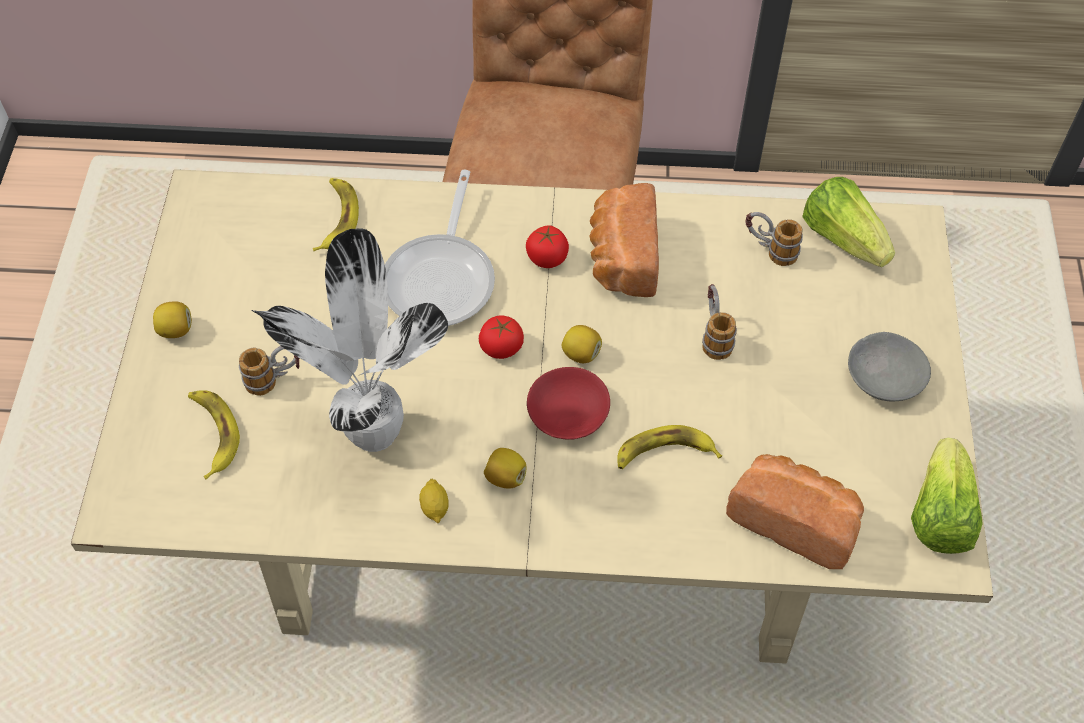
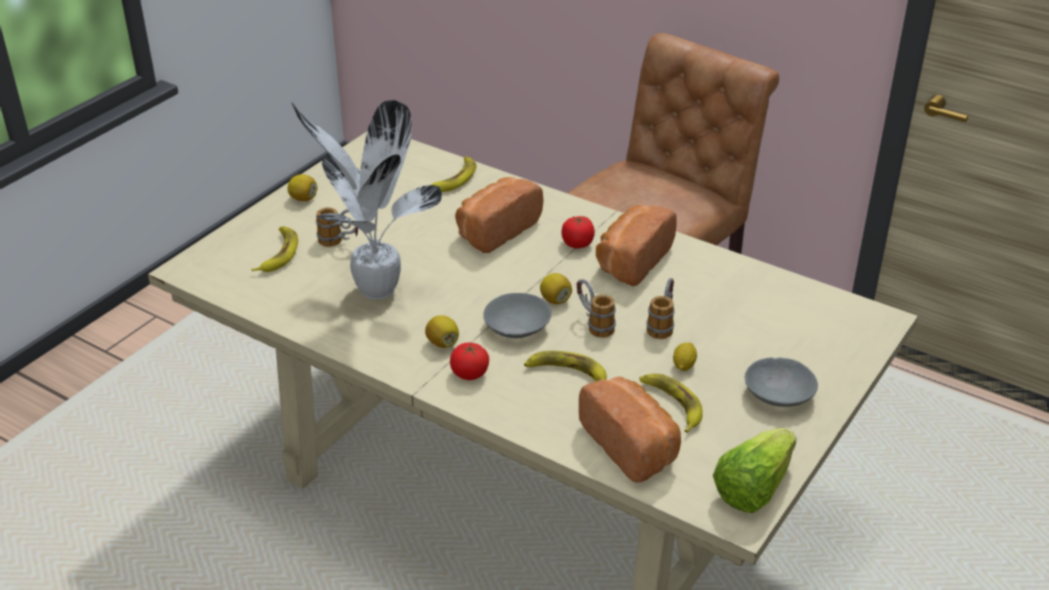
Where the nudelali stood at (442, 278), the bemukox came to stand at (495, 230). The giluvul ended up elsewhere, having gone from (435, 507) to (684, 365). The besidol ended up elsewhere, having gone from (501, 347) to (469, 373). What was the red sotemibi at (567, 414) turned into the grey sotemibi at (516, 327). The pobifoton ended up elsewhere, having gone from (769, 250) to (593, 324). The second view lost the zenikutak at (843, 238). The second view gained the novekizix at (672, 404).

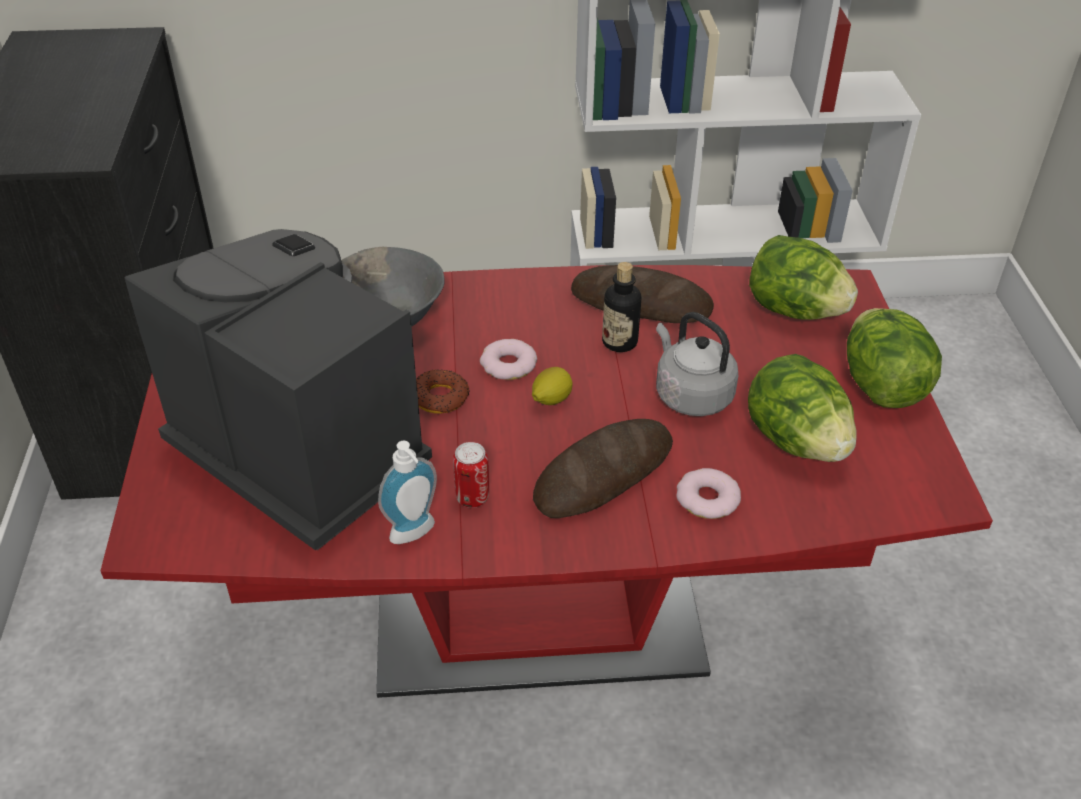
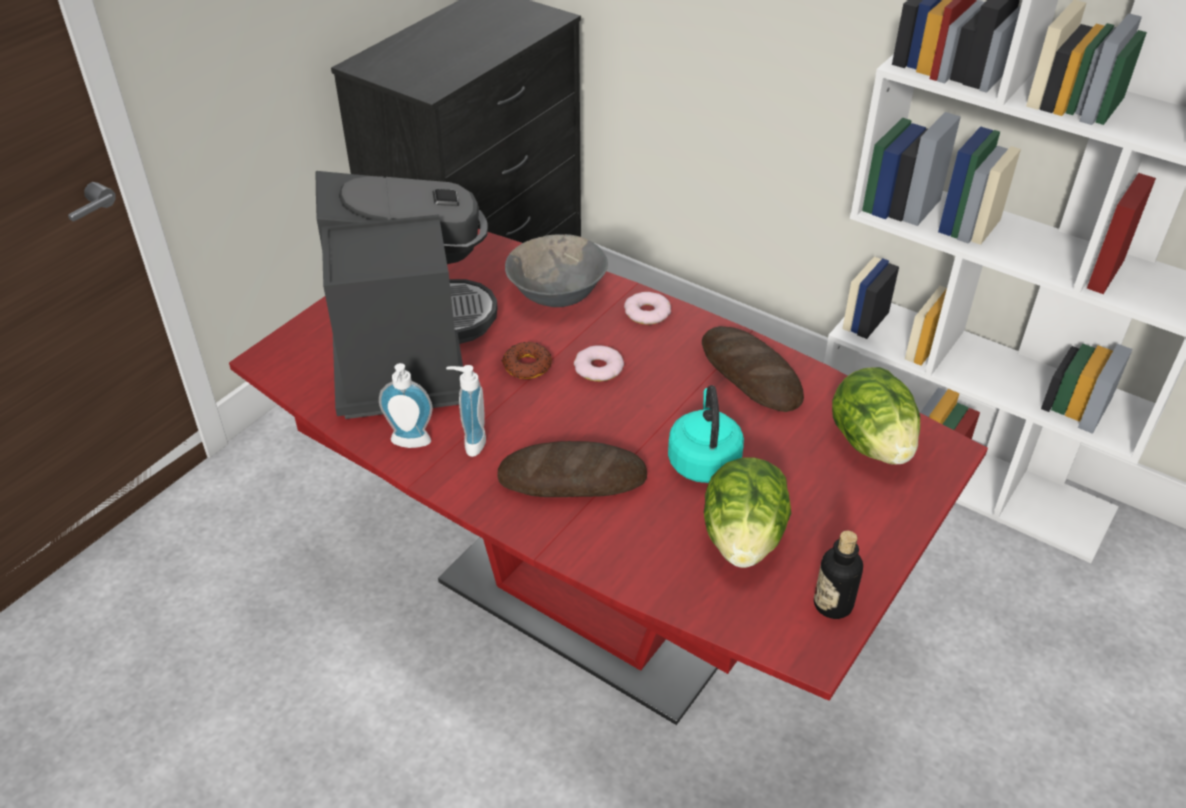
Where the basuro stood at (472, 498), the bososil came to stand at (470, 442). The second view lost the giluvul at (551, 400). The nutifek ended up elsewhere, having gone from (619, 342) to (833, 604). What was the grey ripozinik at (690, 395) turned into the turquoise ripozinik at (703, 460). The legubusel ended up elsewhere, having gone from (707, 499) to (647, 312). The second view lost the zenikutak at (881, 386).

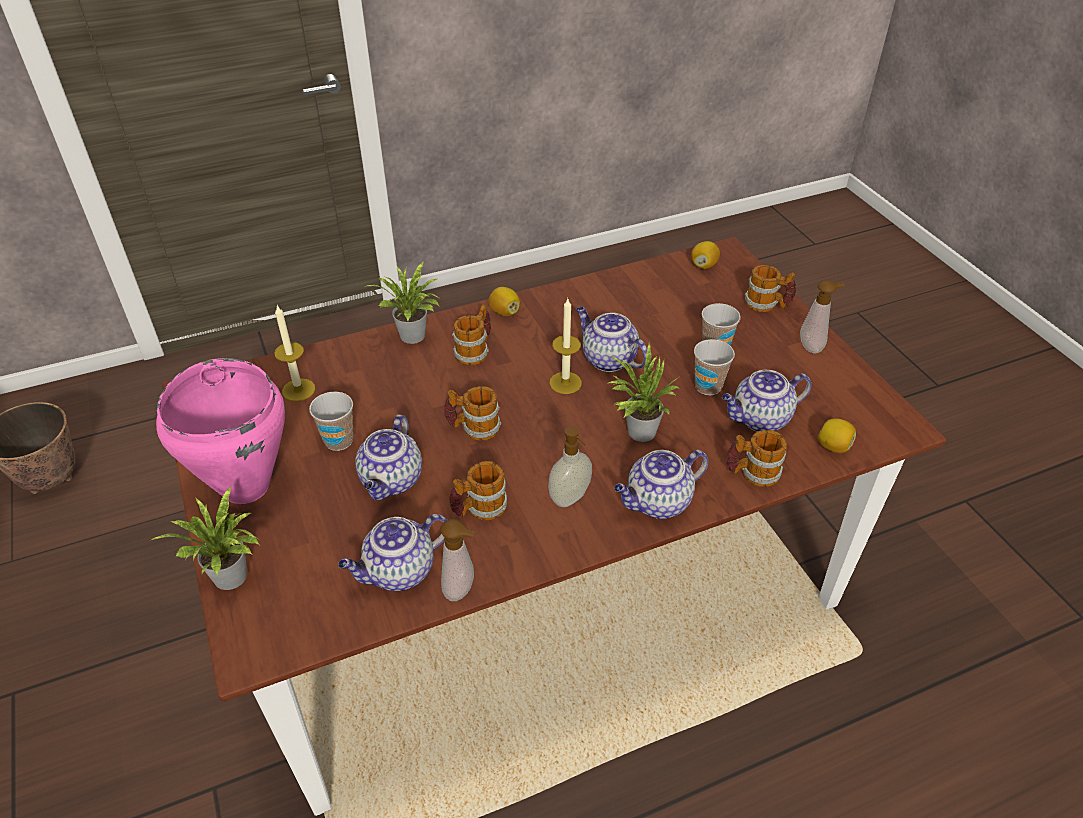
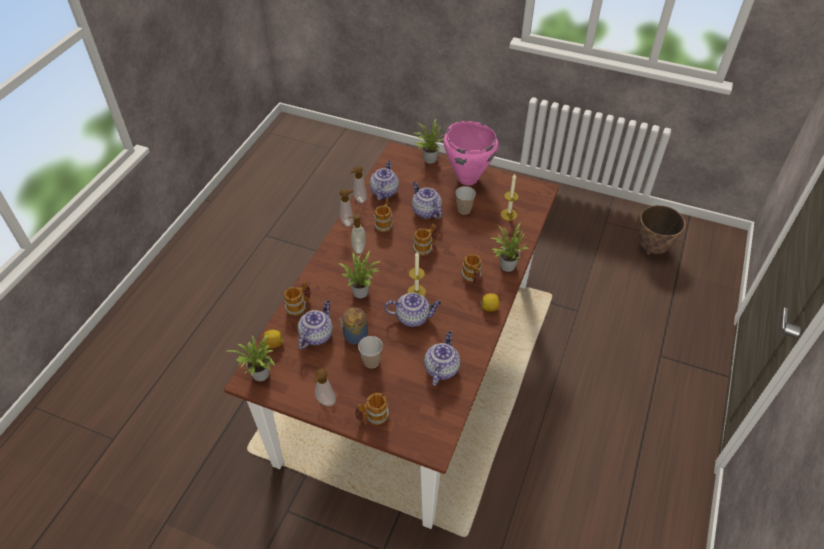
The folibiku ended up elsewhere, having gone from (657, 503) to (441, 368). The second view lost the giluvul at (703, 265). Where the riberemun stood at (708, 386), the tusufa came to stand at (354, 336). The second view gained the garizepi at (261, 376). The second view gained the bososil at (348, 222).

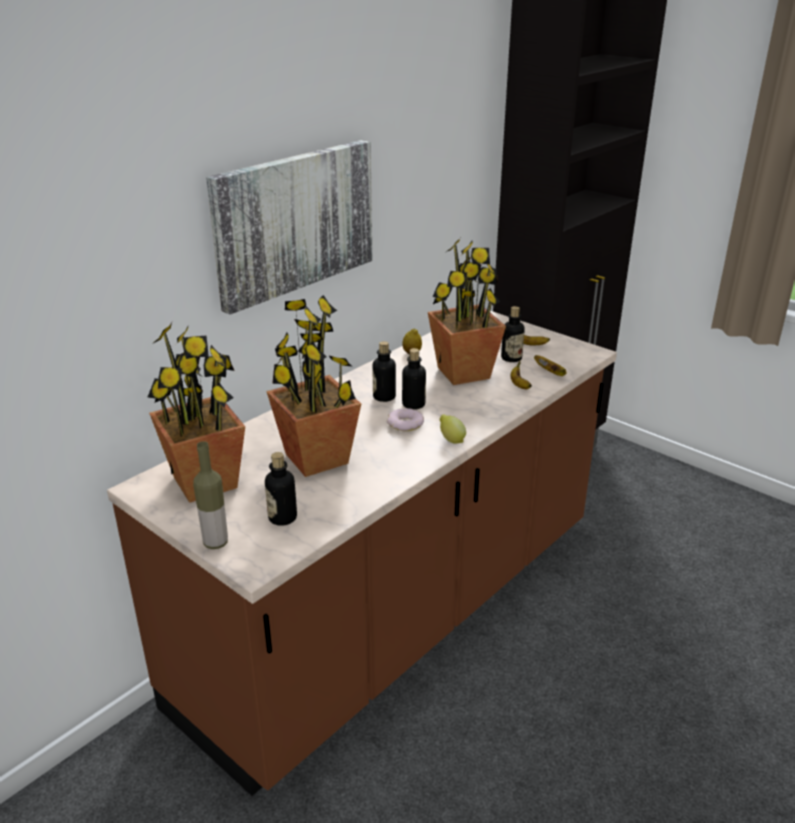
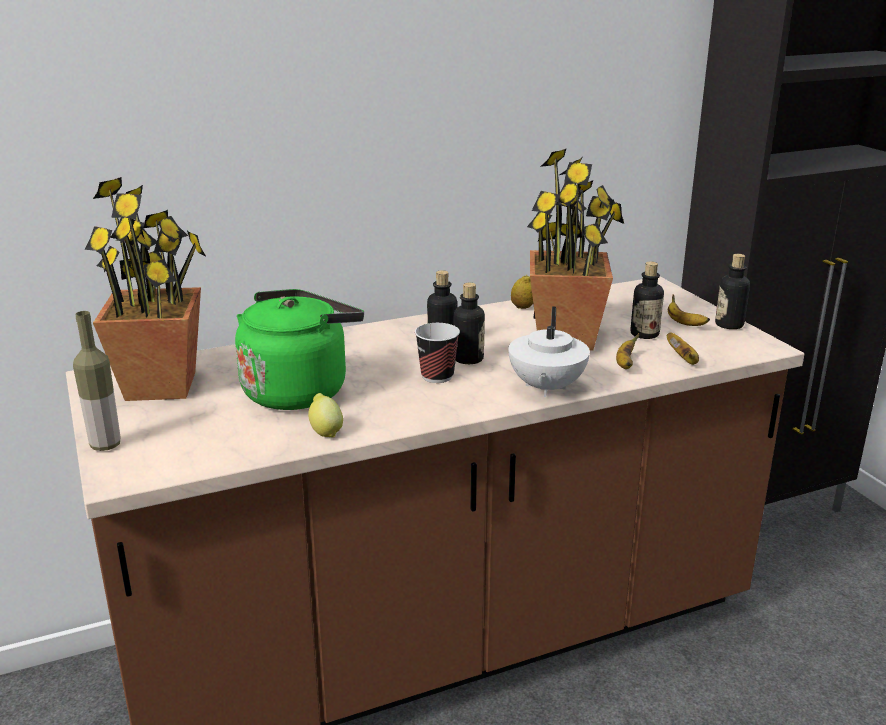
The second view lost the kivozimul at (294, 222). The nutifek ended up elsewhere, having gone from (282, 517) to (729, 324). Where the garizepi stood at (317, 459), the green ripozinik came to stand at (299, 390). Where the legubusel stood at (405, 424), the riberemun came to stand at (437, 376). The giluvul ended up elsewhere, having gone from (451, 440) to (325, 432). The second view gained the white folibiku at (545, 388).

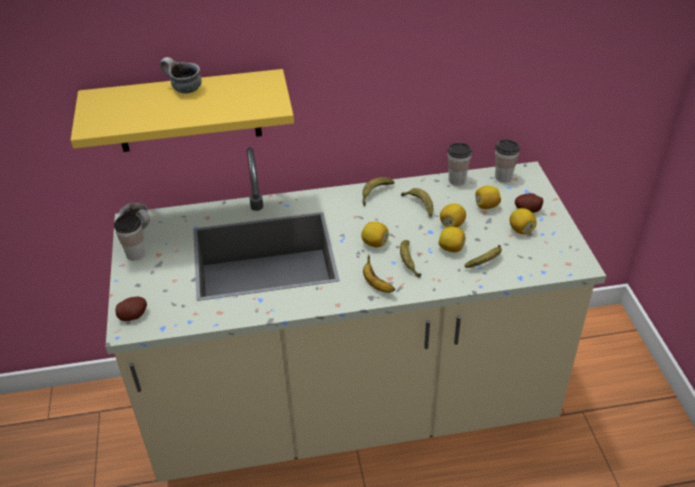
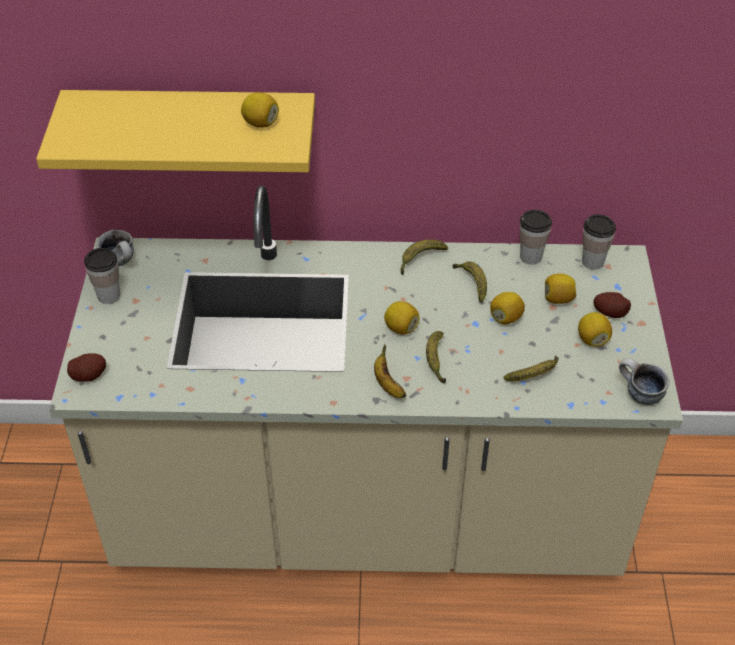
The pobifoton ended up elsewhere, having gone from (183, 89) to (638, 394). The giluvul ended up elsewhere, having gone from (451, 248) to (260, 123).

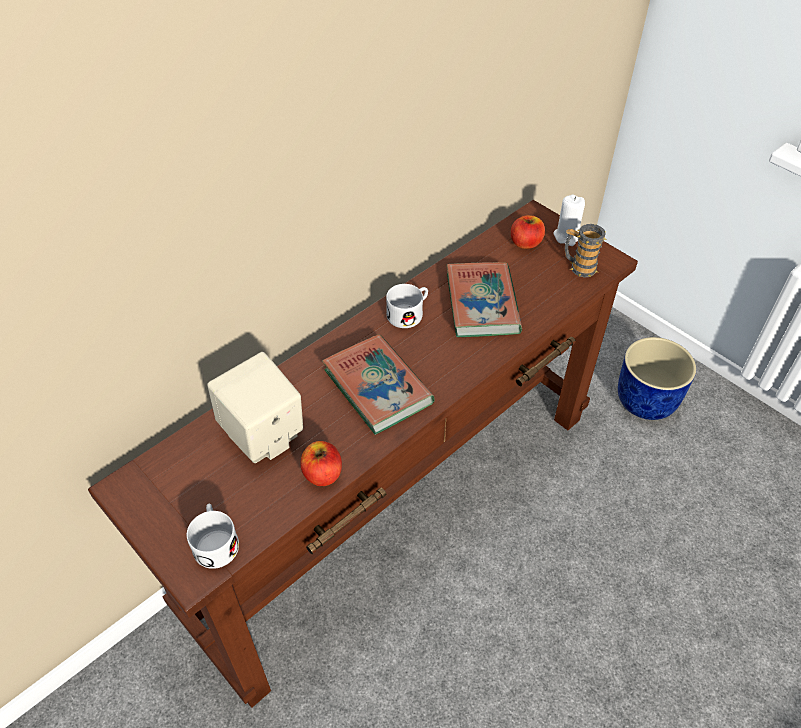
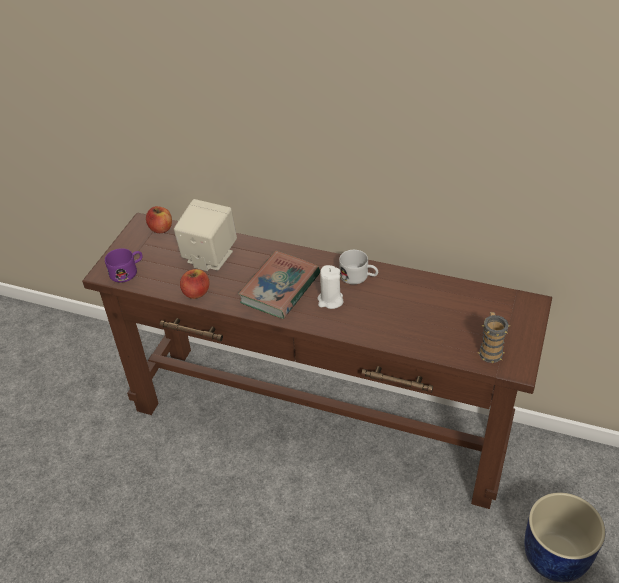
What was the white pobifoton at (215, 541) turned into the purple pobifoton at (128, 271). The second view lost the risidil at (482, 304). The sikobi ended up elsewhere, having gone from (525, 243) to (161, 228). The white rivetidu ended up elsewhere, having gone from (567, 236) to (330, 300).

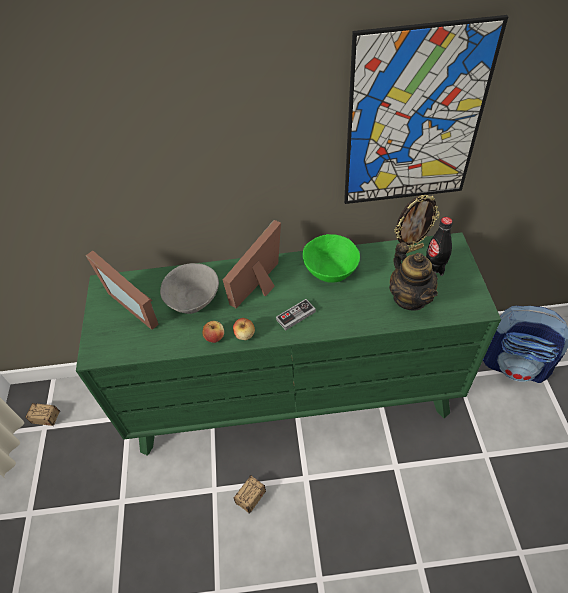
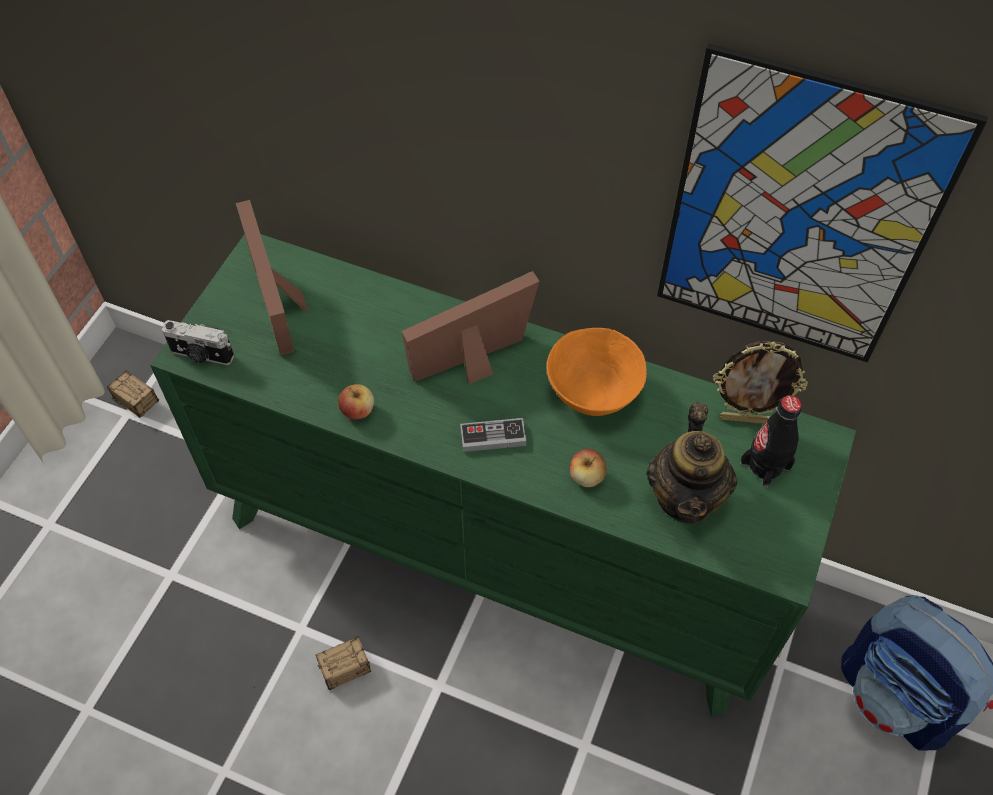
The second view lost the grey sotemibi at (193, 300). The sikobi ended up elsewhere, having gone from (245, 335) to (586, 477). What was the green sotemibi at (331, 271) turned into the orange sotemibi at (594, 392). The second view gained the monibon at (201, 355).

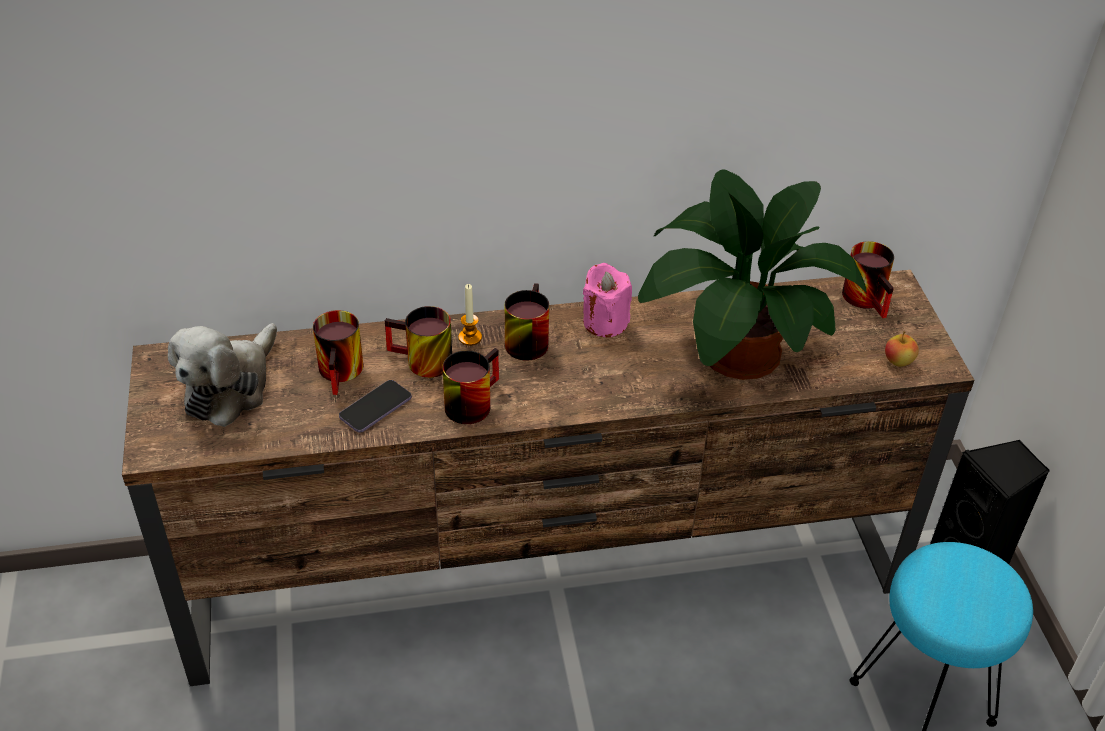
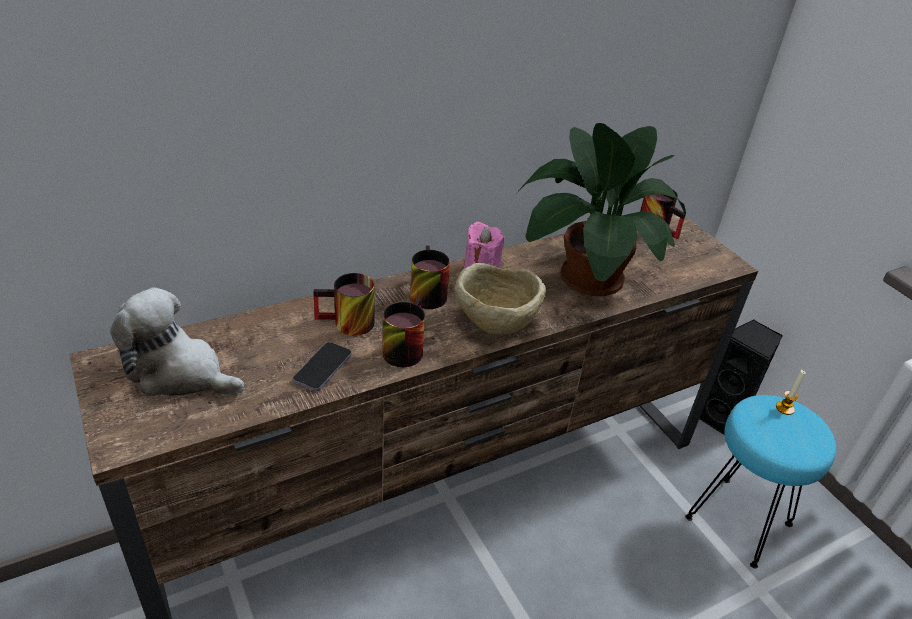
The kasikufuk at (230, 387) ended up facing another way, 105 degrees clockwise from before. The second view lost the pobifoton at (344, 372). The rivetidu ended up elsewhere, having gone from (470, 337) to (784, 408). The second view lost the sikobi at (898, 361). The second view gained the beige sotemibi at (495, 326).

